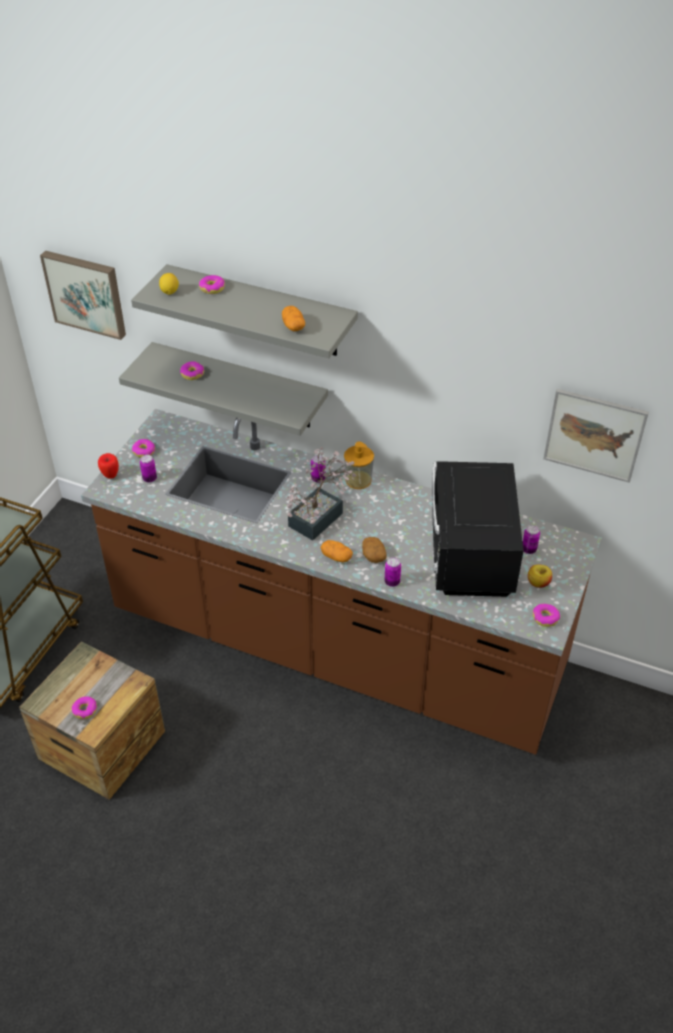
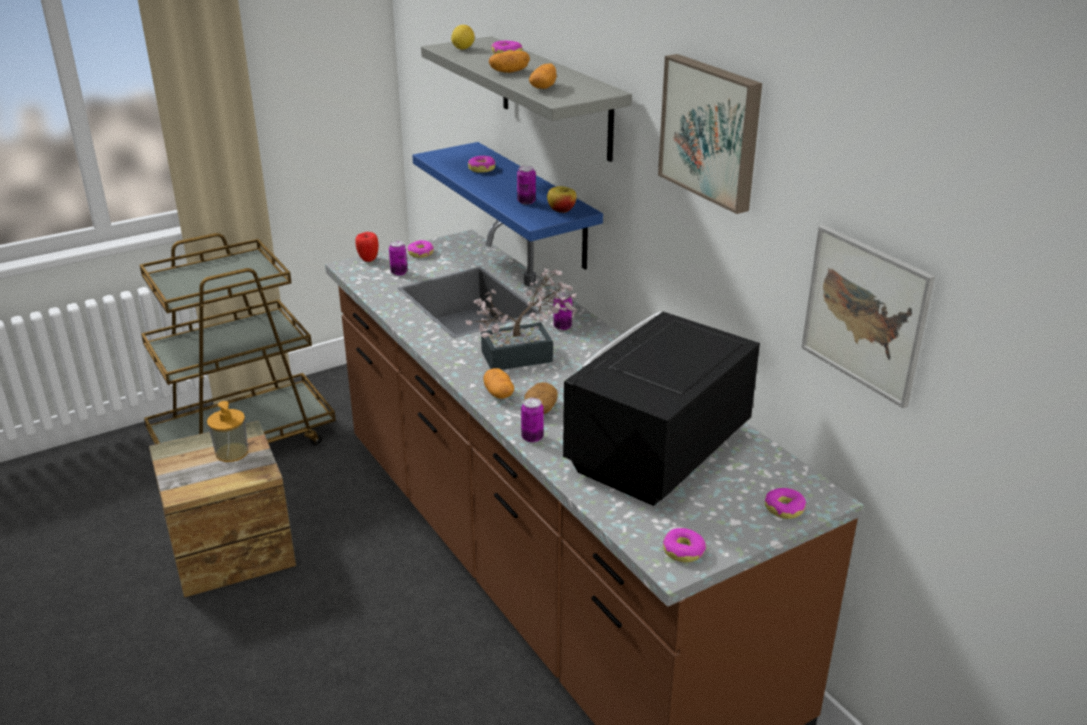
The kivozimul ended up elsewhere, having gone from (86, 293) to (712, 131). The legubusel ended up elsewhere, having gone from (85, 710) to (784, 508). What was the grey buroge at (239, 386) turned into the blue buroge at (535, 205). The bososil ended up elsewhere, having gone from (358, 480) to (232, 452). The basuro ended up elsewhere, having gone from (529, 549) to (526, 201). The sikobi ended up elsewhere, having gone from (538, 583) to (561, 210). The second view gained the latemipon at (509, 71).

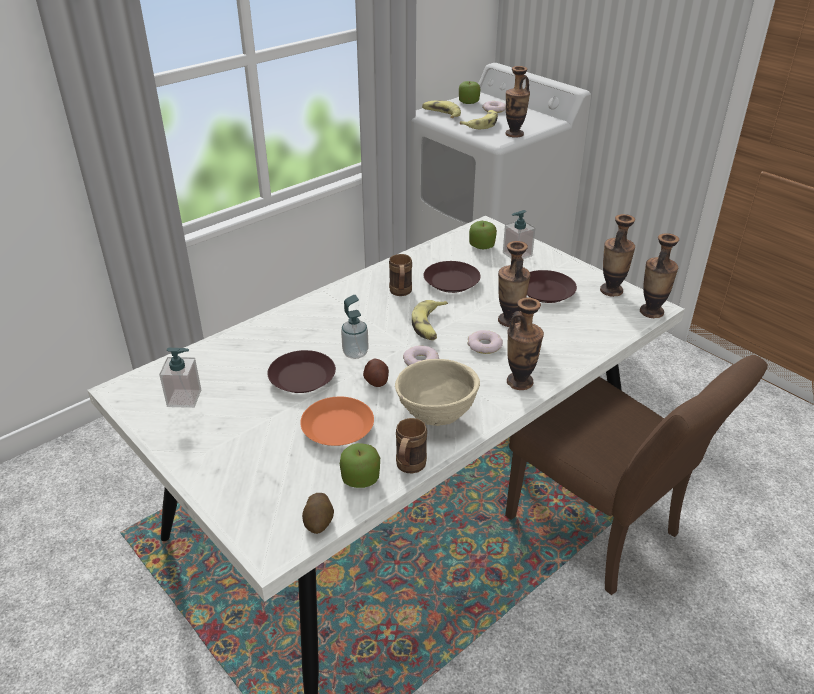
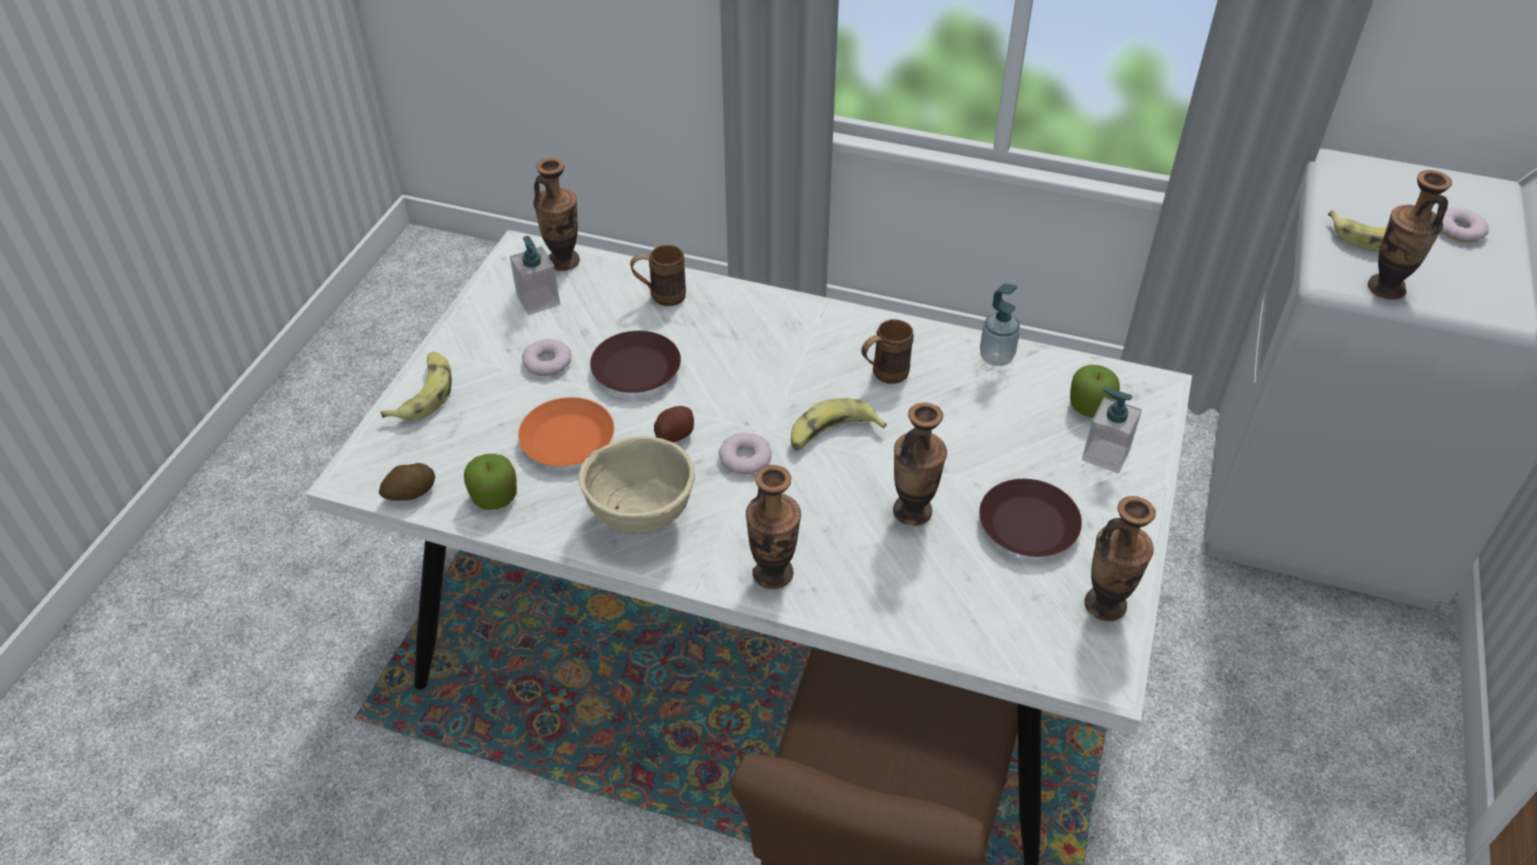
The bososil ended up elsewhere, having gone from (355, 353) to (996, 357). The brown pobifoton ended up elsewhere, having gone from (408, 468) to (660, 297). The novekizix ended up elsewhere, having gone from (441, 114) to (424, 394). The second view lost the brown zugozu at (451, 281). The second view lost the sikobi at (468, 102). The legubusel ended up elsewhere, having gone from (484, 345) to (547, 362). The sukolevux ended up elsewhere, having gone from (651, 312) to (563, 261).

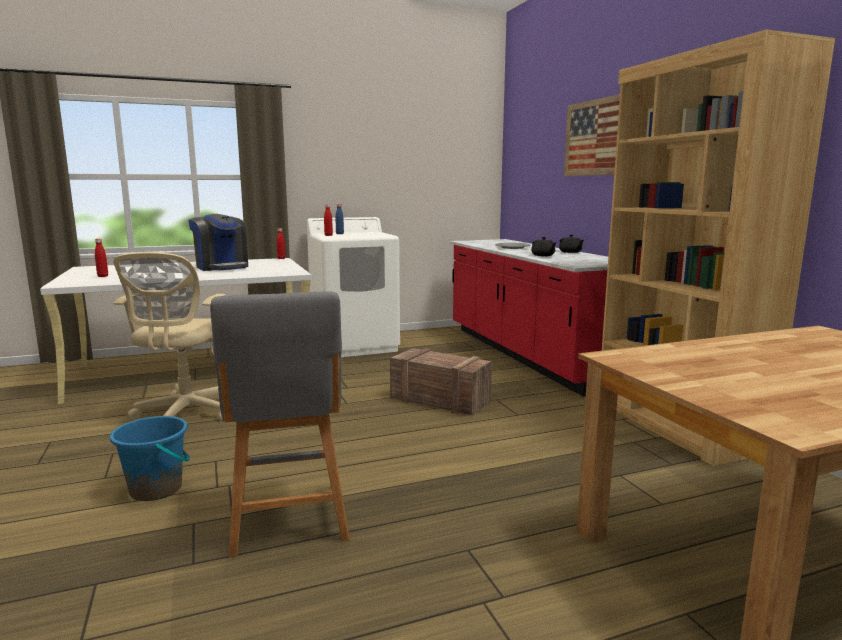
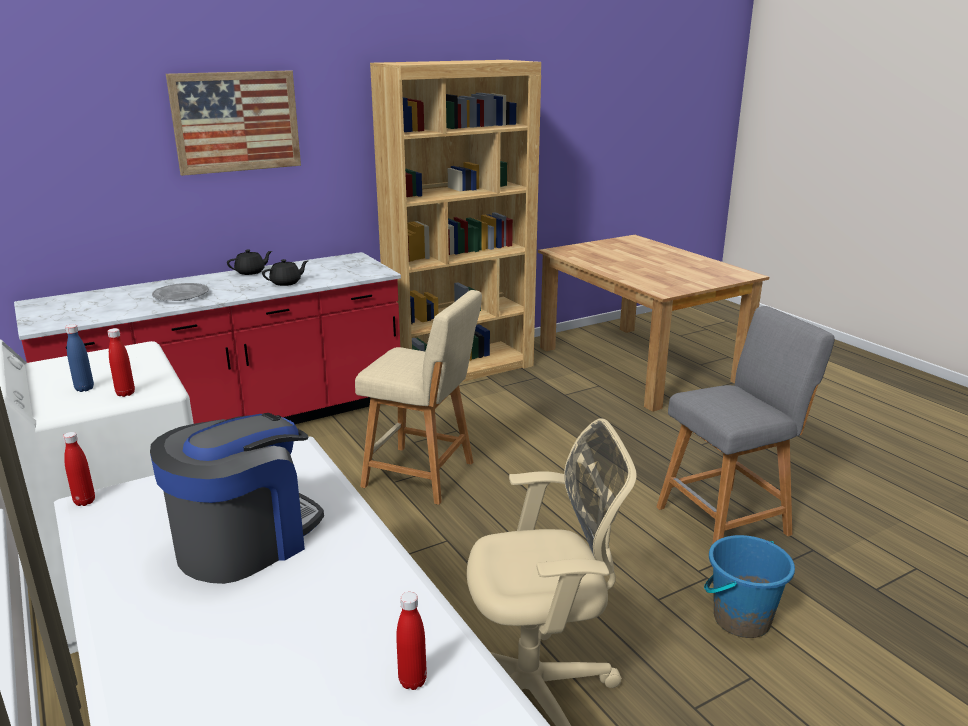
Where the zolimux stood at (438, 400), the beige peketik came to stand at (424, 475).

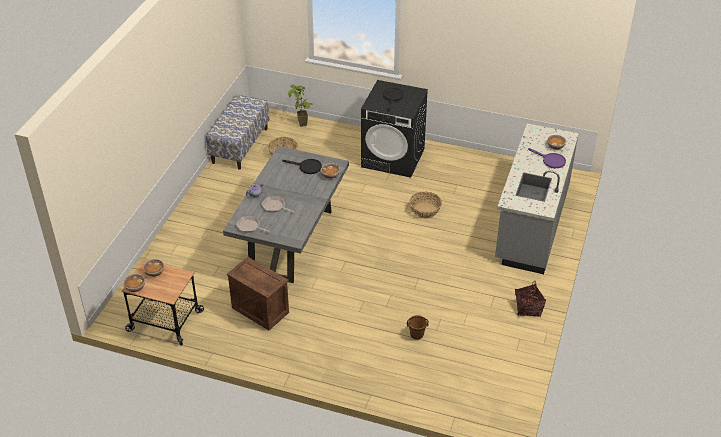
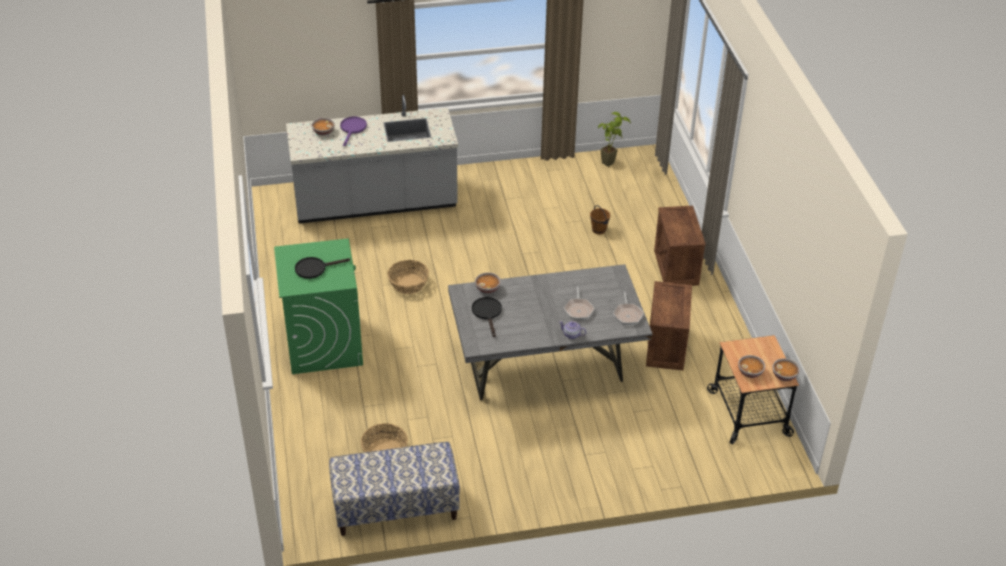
The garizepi ended up elsewhere, having gone from (302, 126) to (612, 162). What was the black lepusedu at (393, 158) turned into the green lepusedu at (323, 343). The second view lost the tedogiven at (528, 308). The second view gained the zolimux at (677, 268).

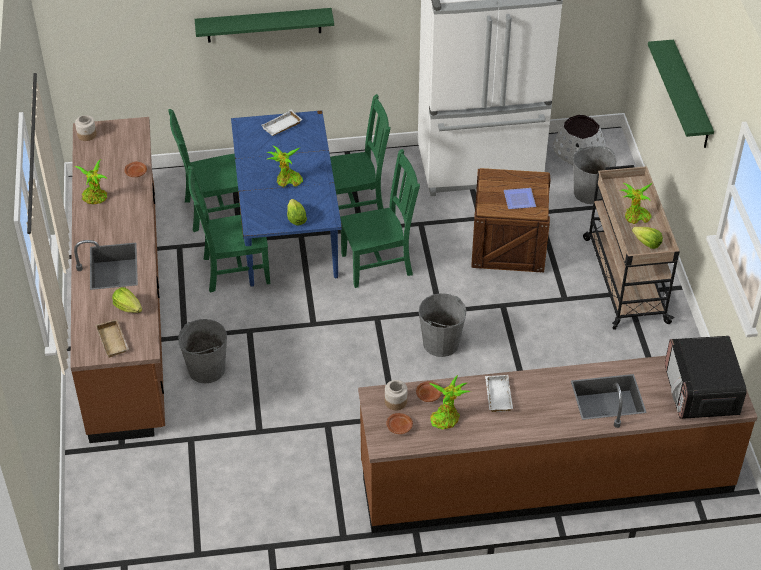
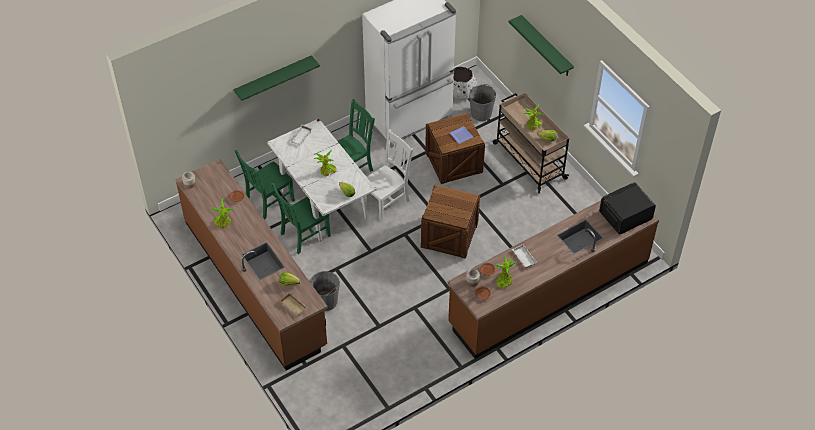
What was the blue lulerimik at (288, 238) turned into the white lulerimik at (323, 203). What was the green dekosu at (379, 264) turned into the white dekosu at (386, 200). Where the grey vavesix stood at (441, 343), the zolimux came to stand at (449, 236). The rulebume at (701, 392) ended up facing another way, 90 degrees clockwise from before.

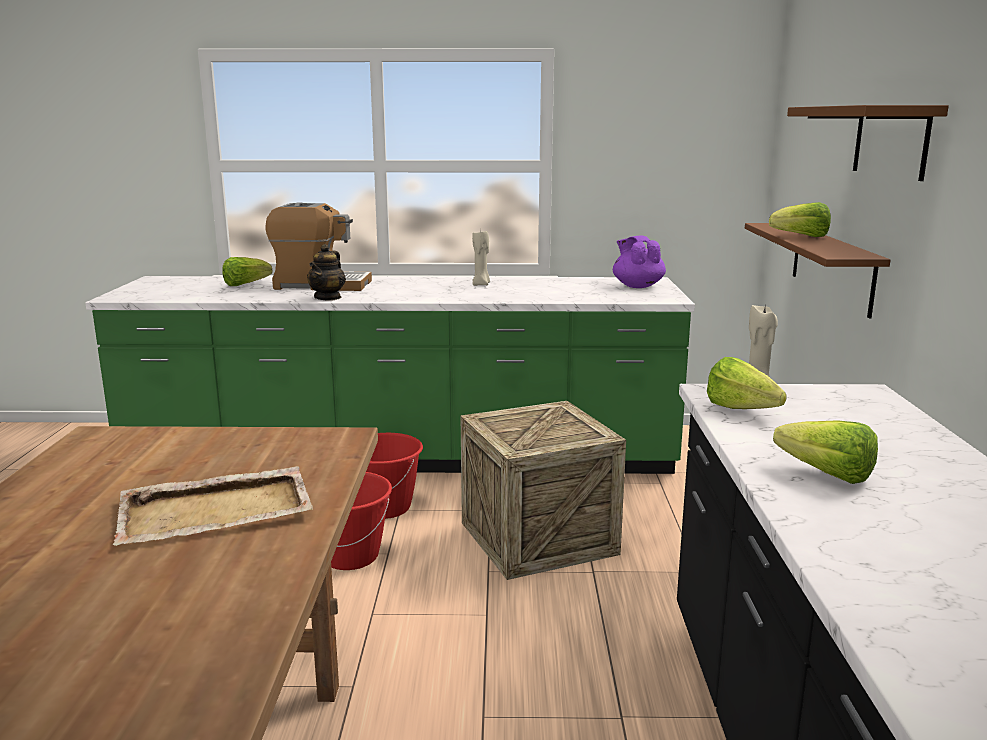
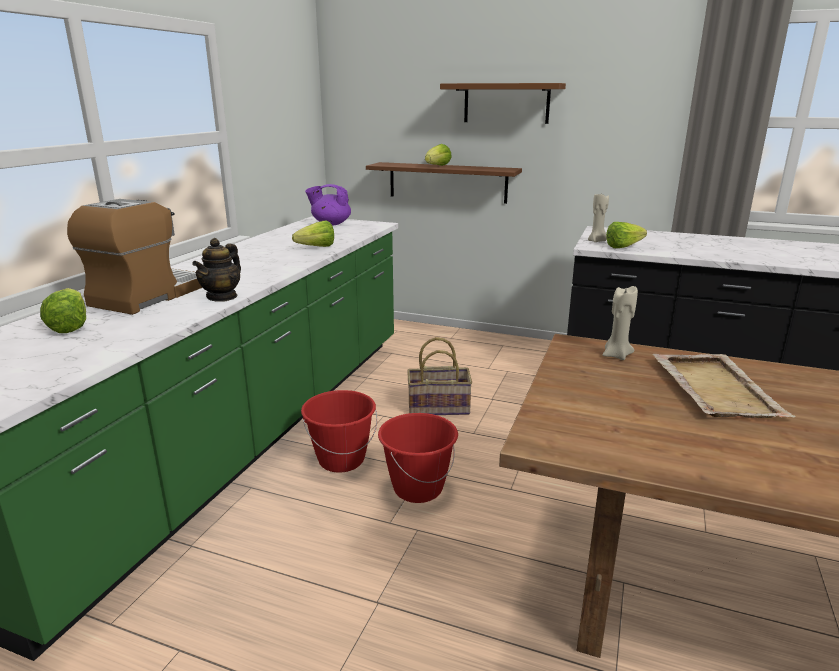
The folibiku at (328, 297) ended up facing another way, 75 degrees clockwise from before. Where the zolimux stood at (538, 538), the tedogiven came to stand at (439, 407). The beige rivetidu ended up elsewhere, having gone from (481, 284) to (616, 355). The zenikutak ended up elsewhere, having gone from (819, 472) to (313, 248).

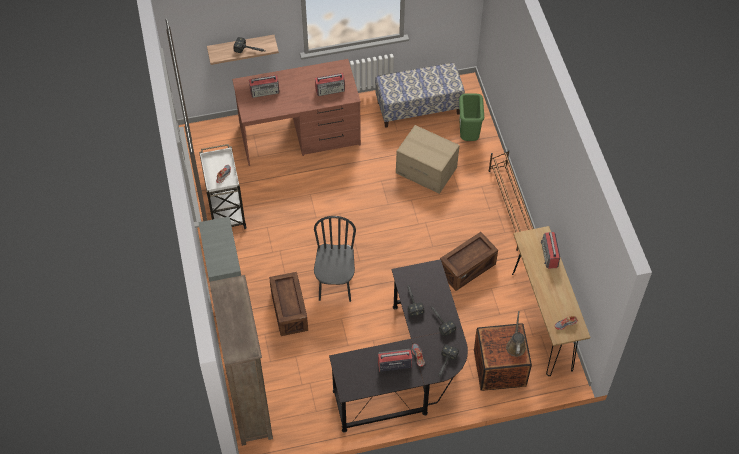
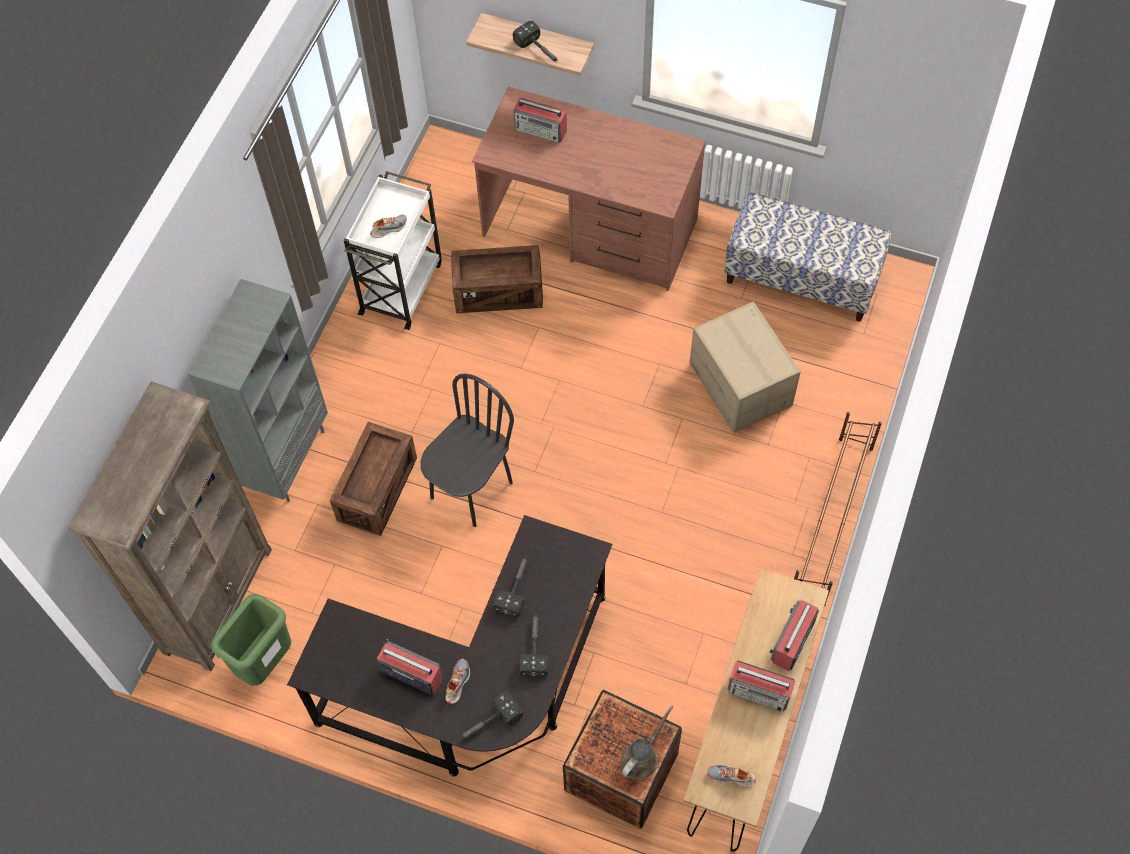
The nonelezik ended up elsewhere, having gone from (330, 90) to (760, 692). The zolimux ended up elsewhere, having gone from (467, 268) to (498, 292). The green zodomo ended up elsewhere, having gone from (468, 134) to (265, 661).

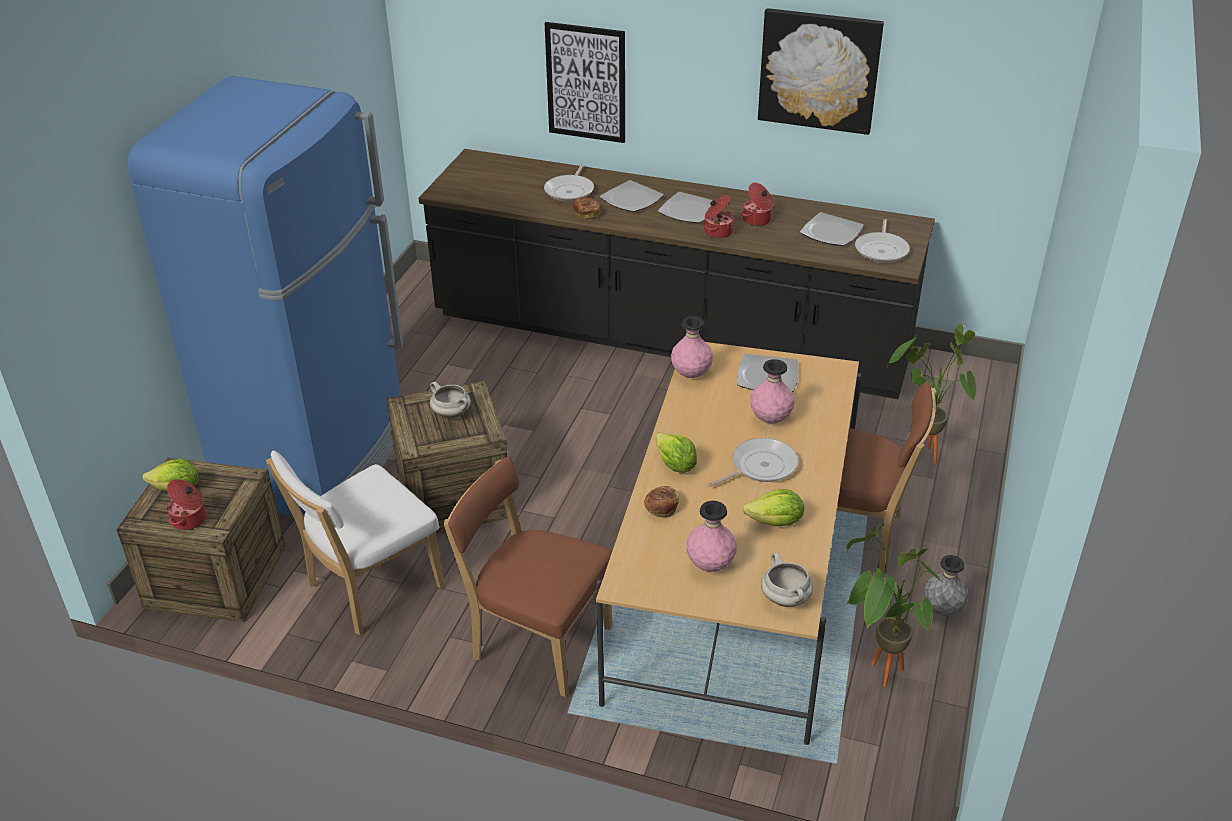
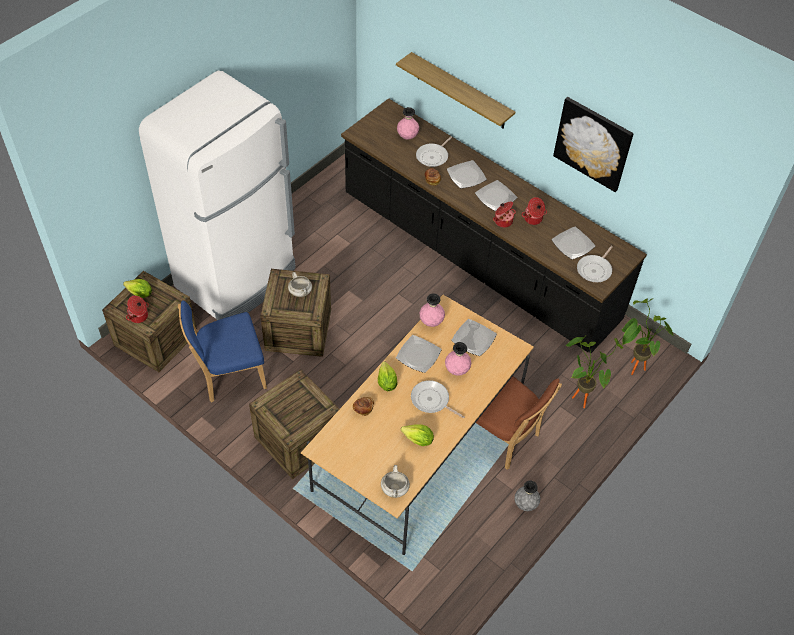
What was the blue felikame at (317, 458) turned into the white felikame at (237, 278). What was the white dekosu at (369, 588) turned into the blue dekosu at (228, 375). Where the brown dekosu stood at (536, 641), the zolimux came to stand at (298, 440). Where the kivozimul hung at (586, 82), the buroge came to hang at (461, 92). The pink sukolevux ended up elsewhere, having gone from (710, 565) to (407, 136). The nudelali at (760, 466) ended up facing another way, 135 degrees counterclockwise from before. The garizepi ended up elsewhere, having gone from (877, 673) to (631, 367). The second view gained the zugozu at (419, 355).

